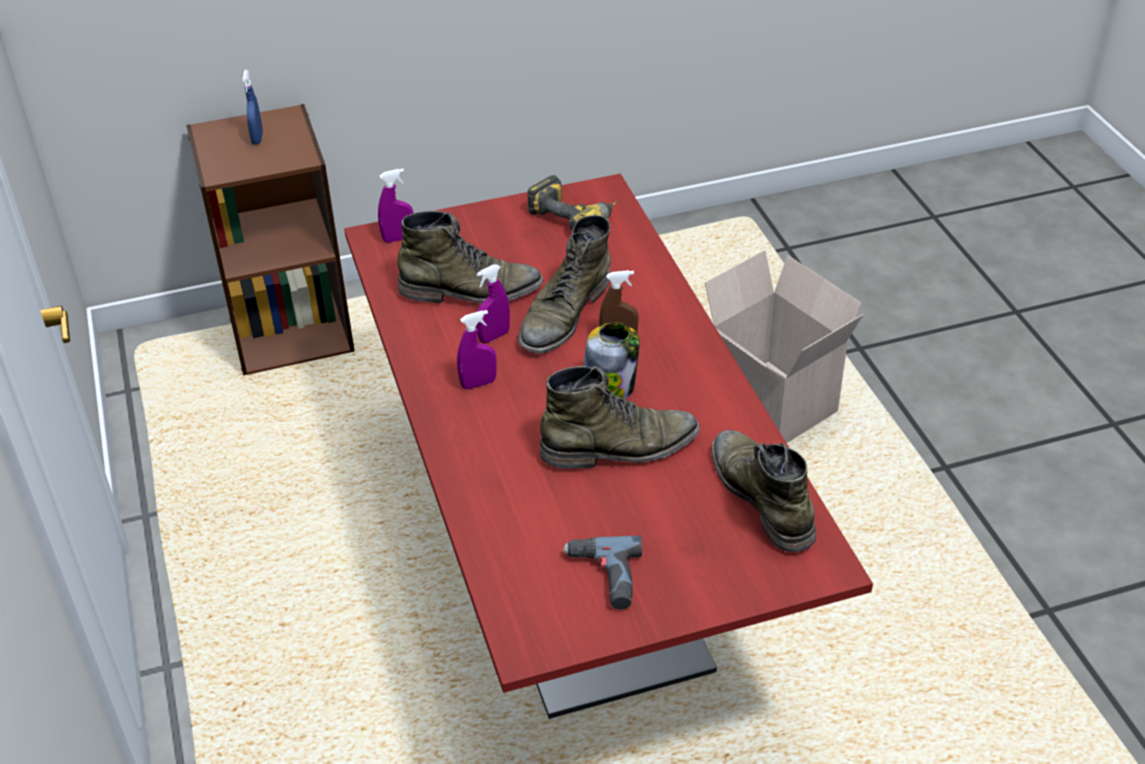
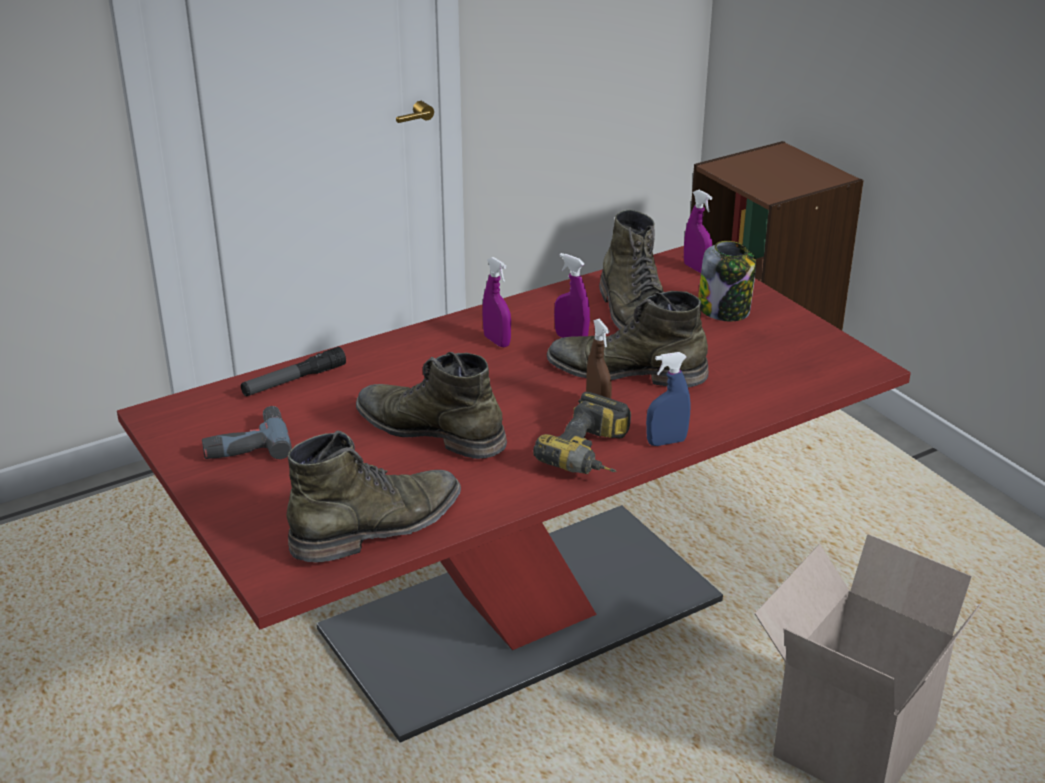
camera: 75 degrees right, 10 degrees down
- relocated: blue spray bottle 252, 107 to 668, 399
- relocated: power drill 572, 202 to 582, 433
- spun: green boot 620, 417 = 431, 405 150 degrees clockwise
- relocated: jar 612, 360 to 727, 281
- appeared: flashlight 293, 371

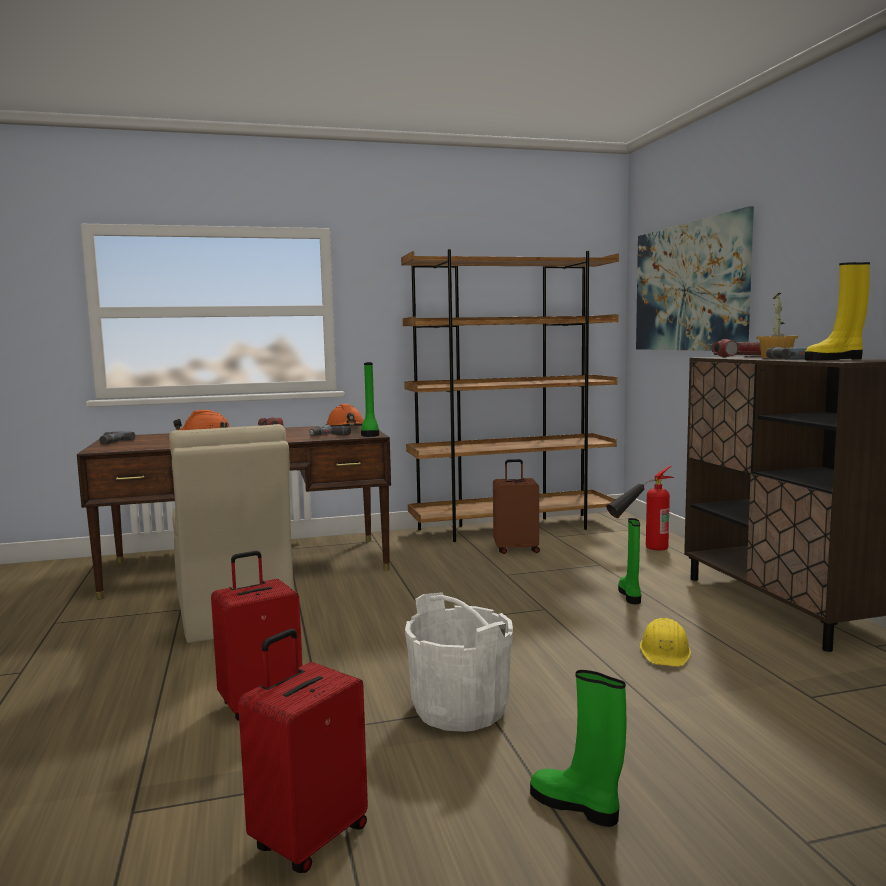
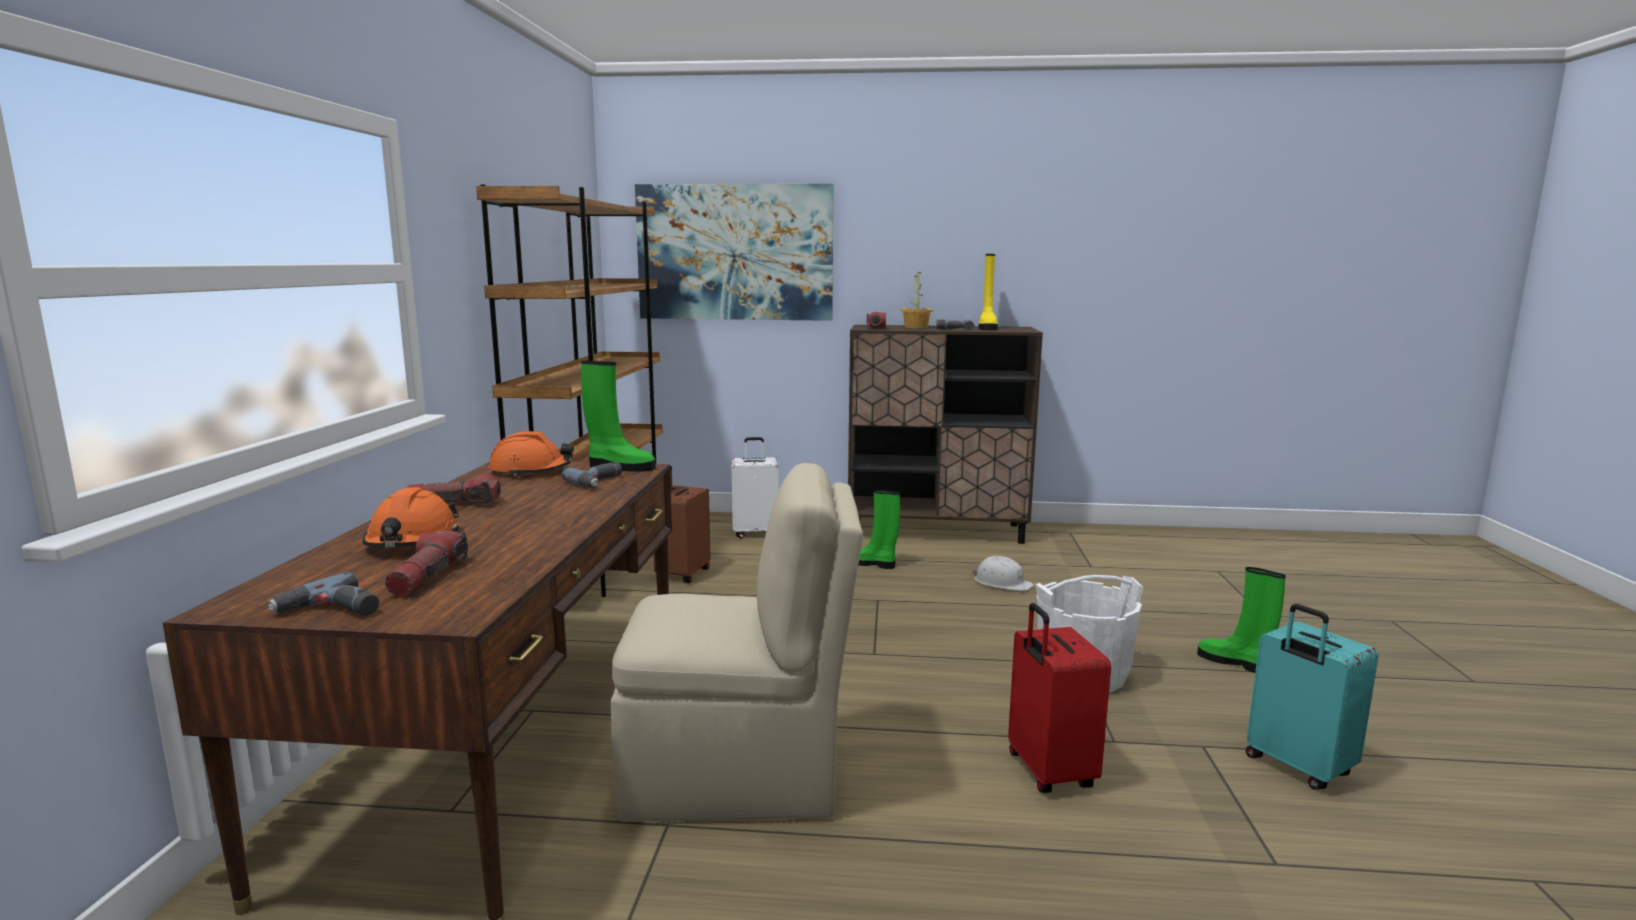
camera: 70 degrees left, 5 degrees up
- colour: red suitcase 303, 751 to turquoise suitcase 1312, 697
- spun: green boot 578, 748 = 1241, 620 75 degrees clockwise
- exchanged: fire extinguisher 640, 508 to white suitcase 755, 487
- colour: yellow hard hat 665, 642 to white hard hat 1003, 573
- appeared: flashlight 426, 563

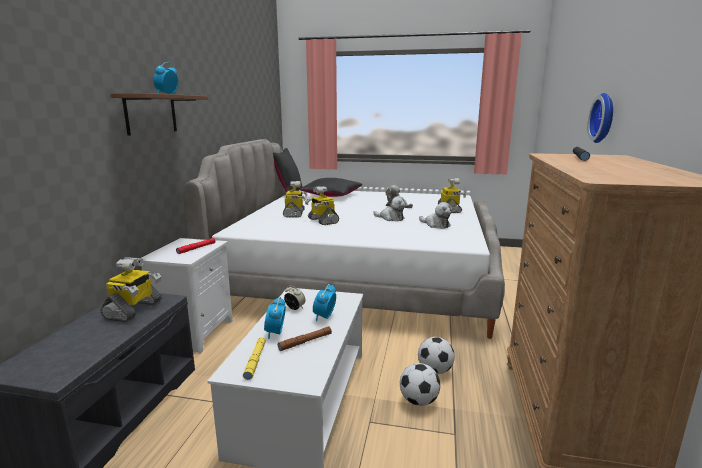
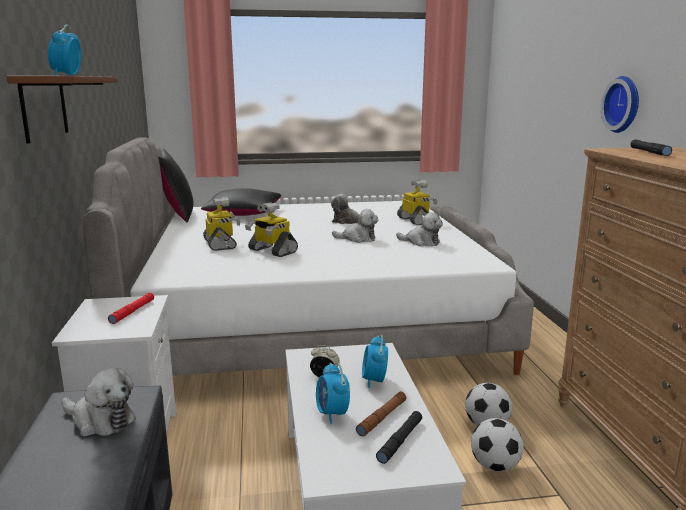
camera: 20 degrees left, 0 degrees up
- exchanged: toy robot 131, 289 to plush toy 99, 402
- missing: yellow flashlight 254, 358
- appeared: black flashlight 399, 437

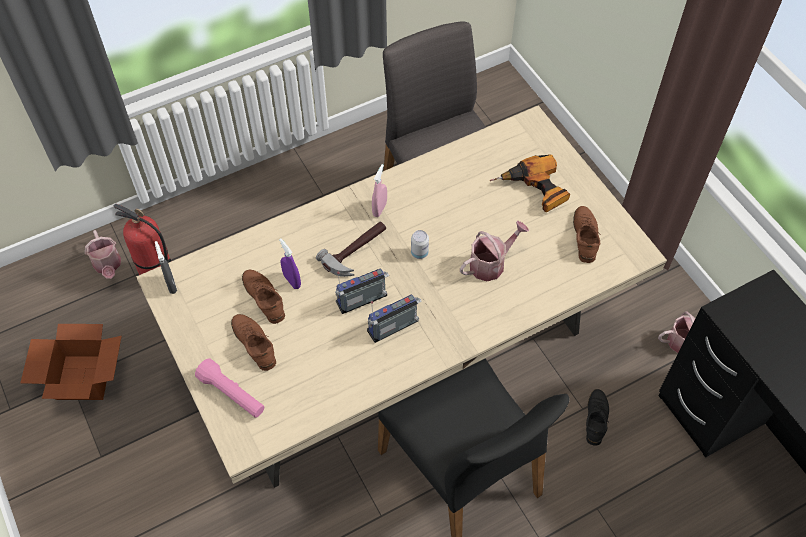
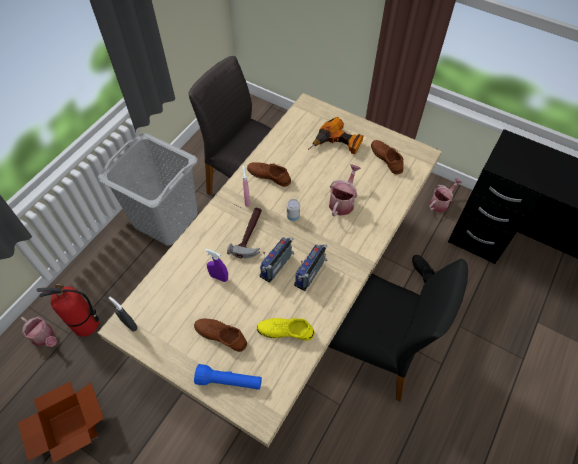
camera: 30 degrees left, 0 degrees up
- colour: pink flashlight 229, 388 to blue flashlight 228, 377
- relocated: brown shoe 263, 297 to 269, 174
- appeared: grey laundry basket 148, 189
- appeared: yellow shoe 285, 329

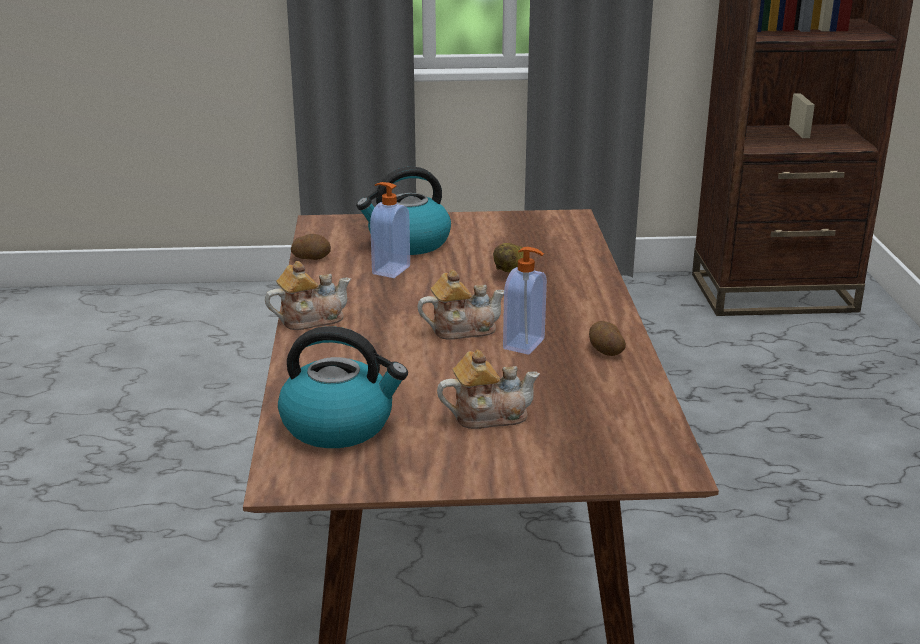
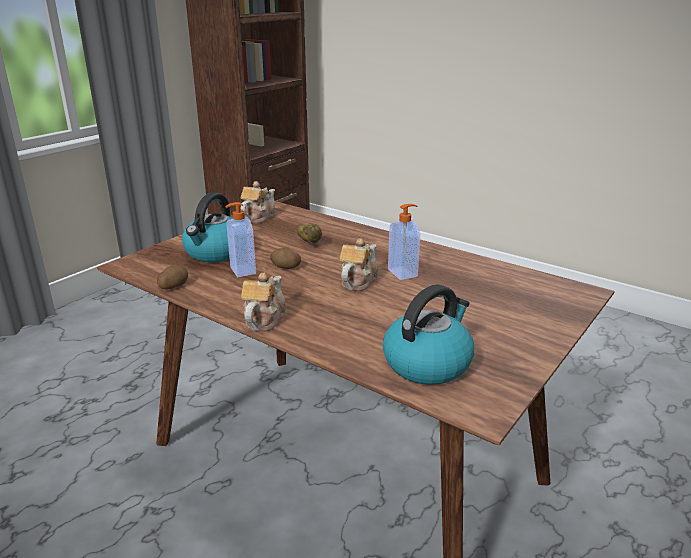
camera: 50 degrees left, 0 degrees up
- relocated: teapot 488, 389 to 258, 202
- relocated: potato 607, 338 to 285, 258

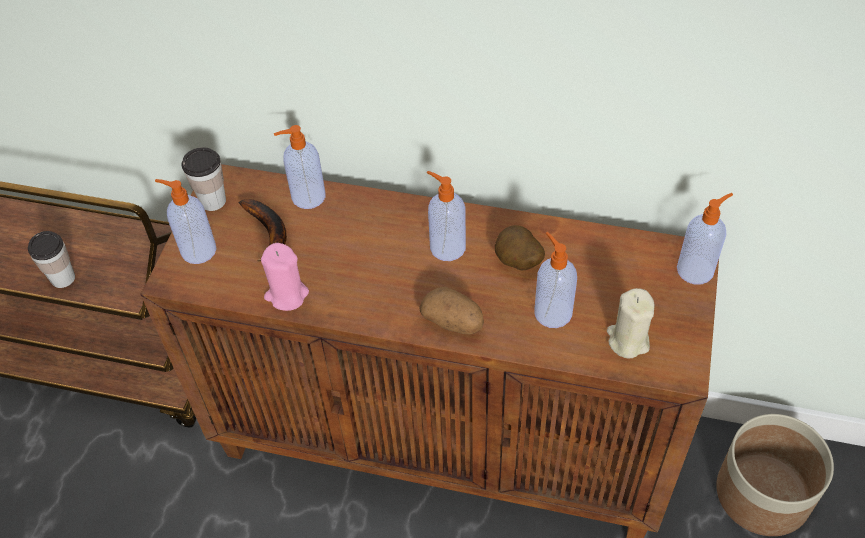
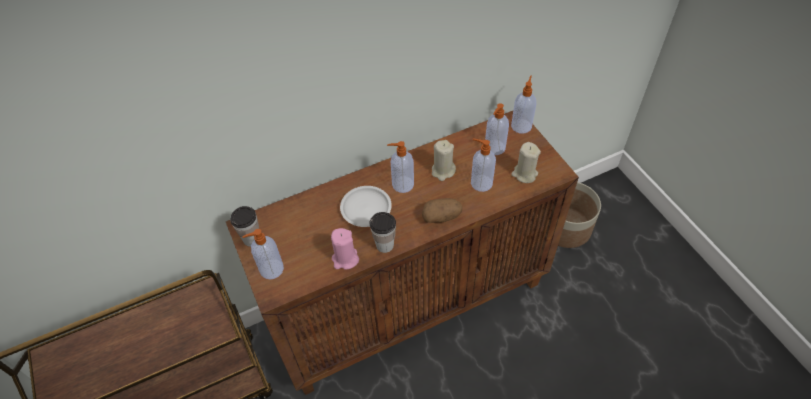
camera: 40 degrees left, 0 degrees up
- relocated: cup 51, 259 to 383, 232
- missing: banana 263, 230
- relocated: soap dispenser 300, 167 to 497, 129
- exchanged: potato 520, 247 to beige candle 444, 160
- appeared: white plate 366, 206

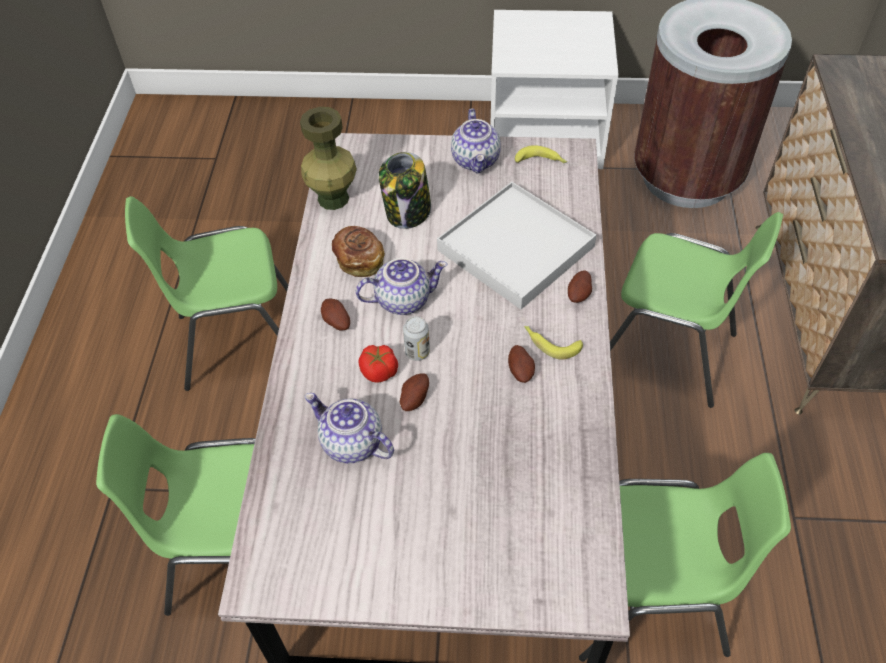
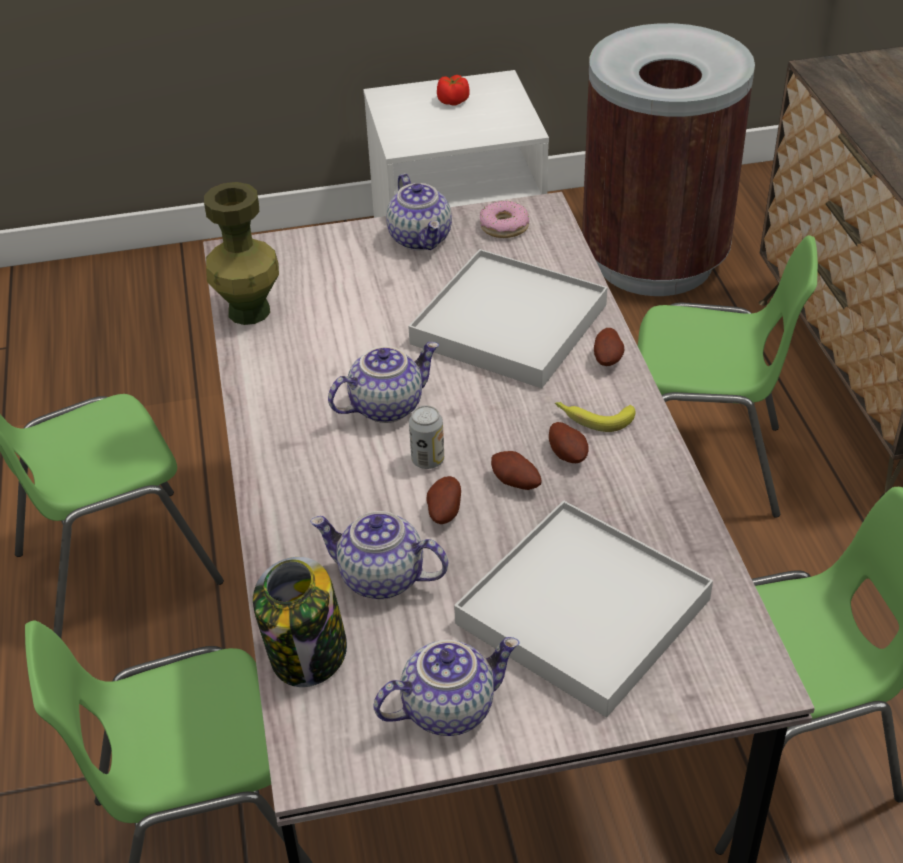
camera: 15 degrees left, 10 degrees down
- relocated: potato 335, 315 to 516, 470
- missing: bread 358, 251
- relocated: tomato 378, 364 to 453, 90
- relocated: jar 405, 190 to 300, 622
- exchanged: banana 541, 154 to donut 504, 219
- appeared: teapot 446, 686
- appeared: white tray 583, 609

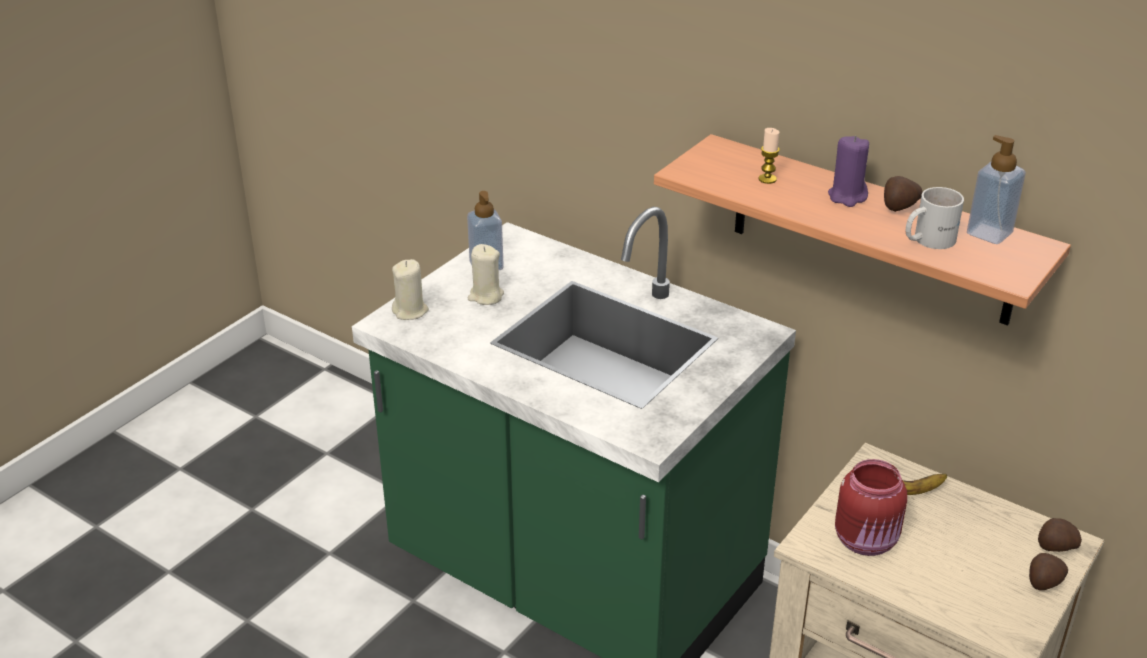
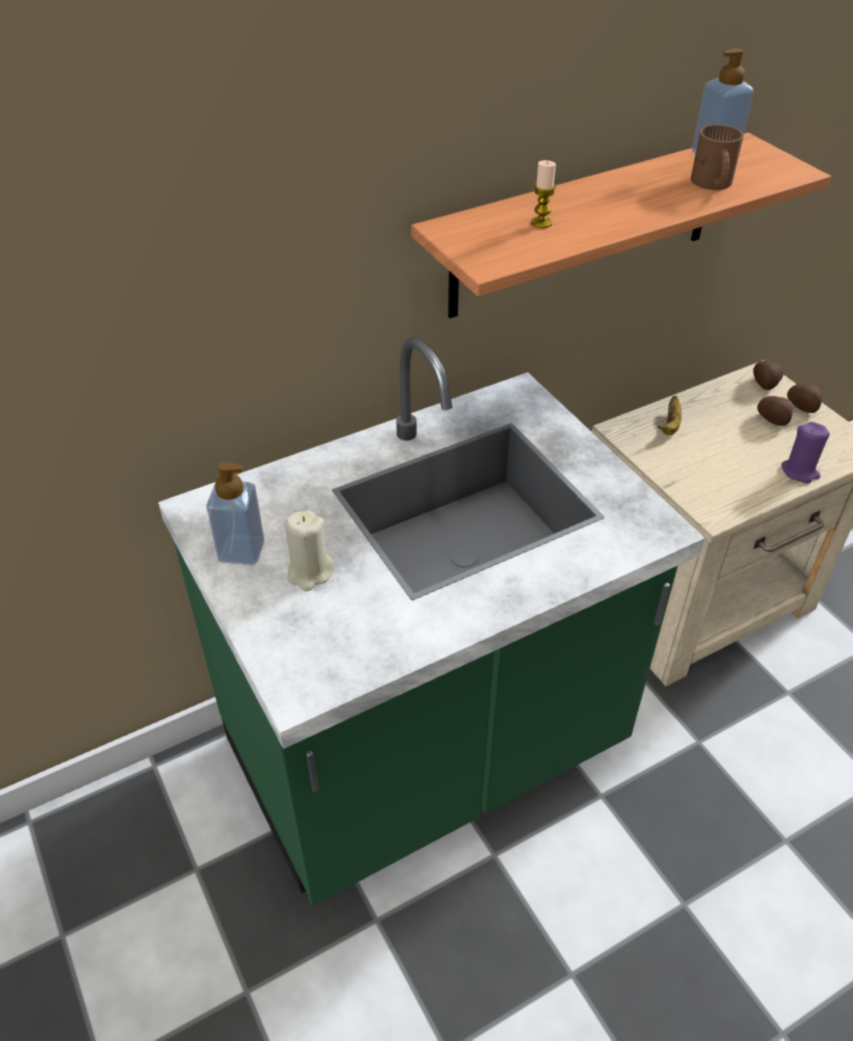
camera: 65 degrees left, 10 degrees up
- missing: beige candle 410, 289
- relocated: purple candle 848, 171 to 805, 453
- missing: red jar 871, 507
- relocated: potato 903, 194 to 775, 411
- colour: white mug 934, 218 to brown mug 717, 157

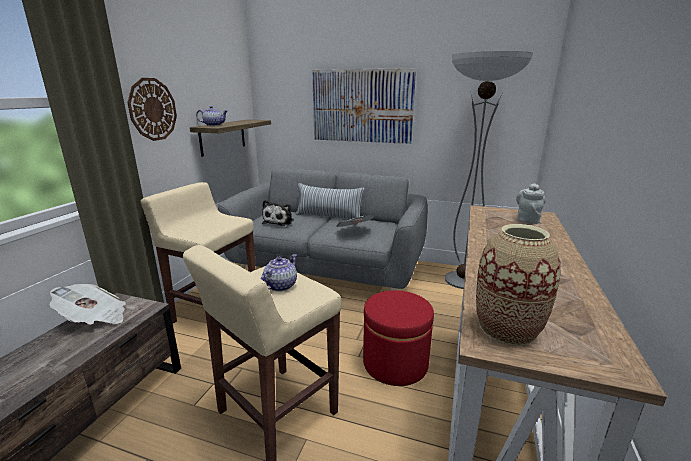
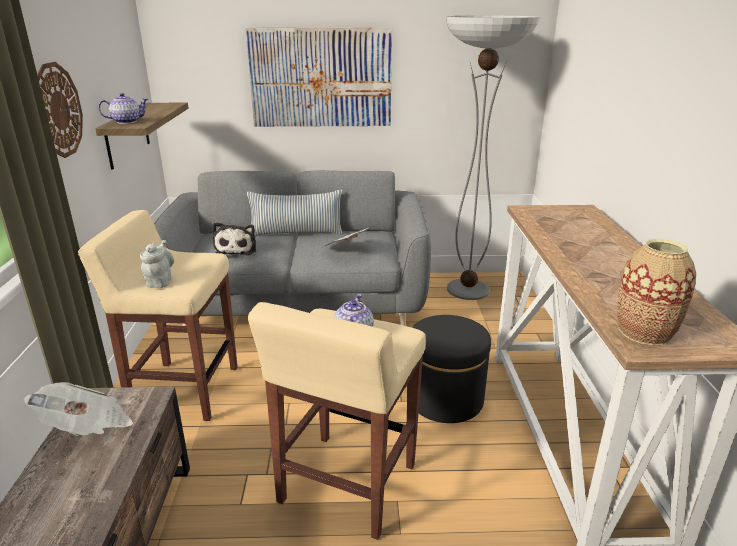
camera: 20 degrees left, 5 degrees up
- colour: red ottoman 398, 338 to black ottoman 451, 369
- relocated: grey teapot 531, 203 to 157, 264

